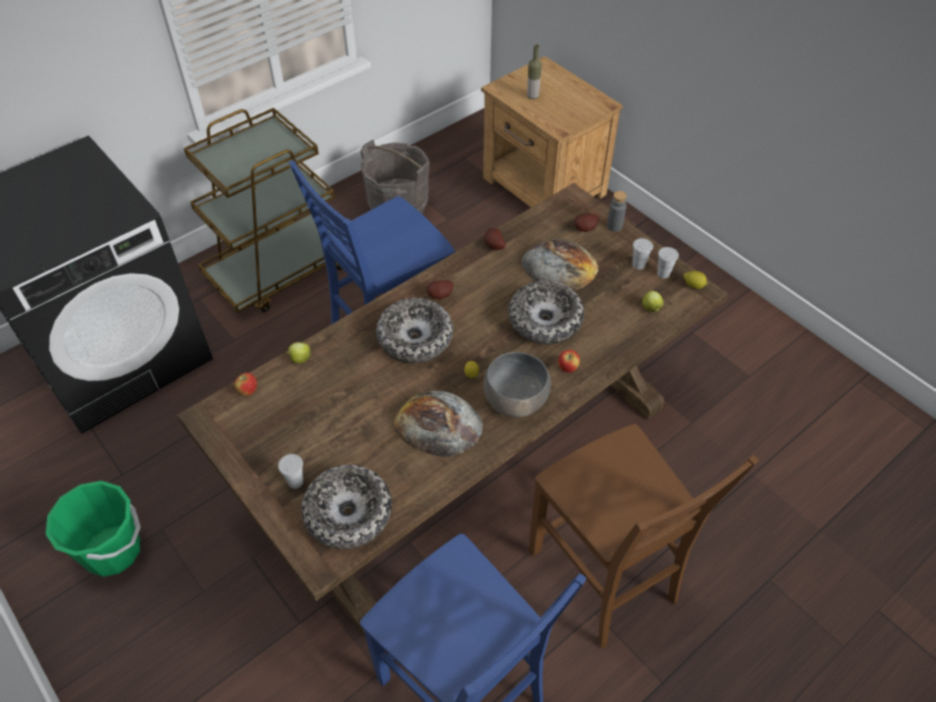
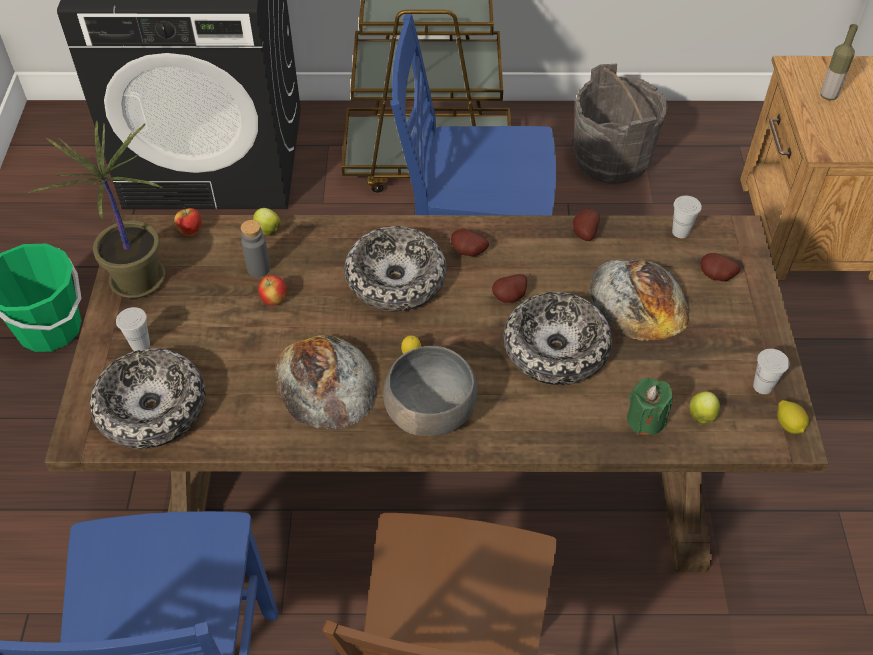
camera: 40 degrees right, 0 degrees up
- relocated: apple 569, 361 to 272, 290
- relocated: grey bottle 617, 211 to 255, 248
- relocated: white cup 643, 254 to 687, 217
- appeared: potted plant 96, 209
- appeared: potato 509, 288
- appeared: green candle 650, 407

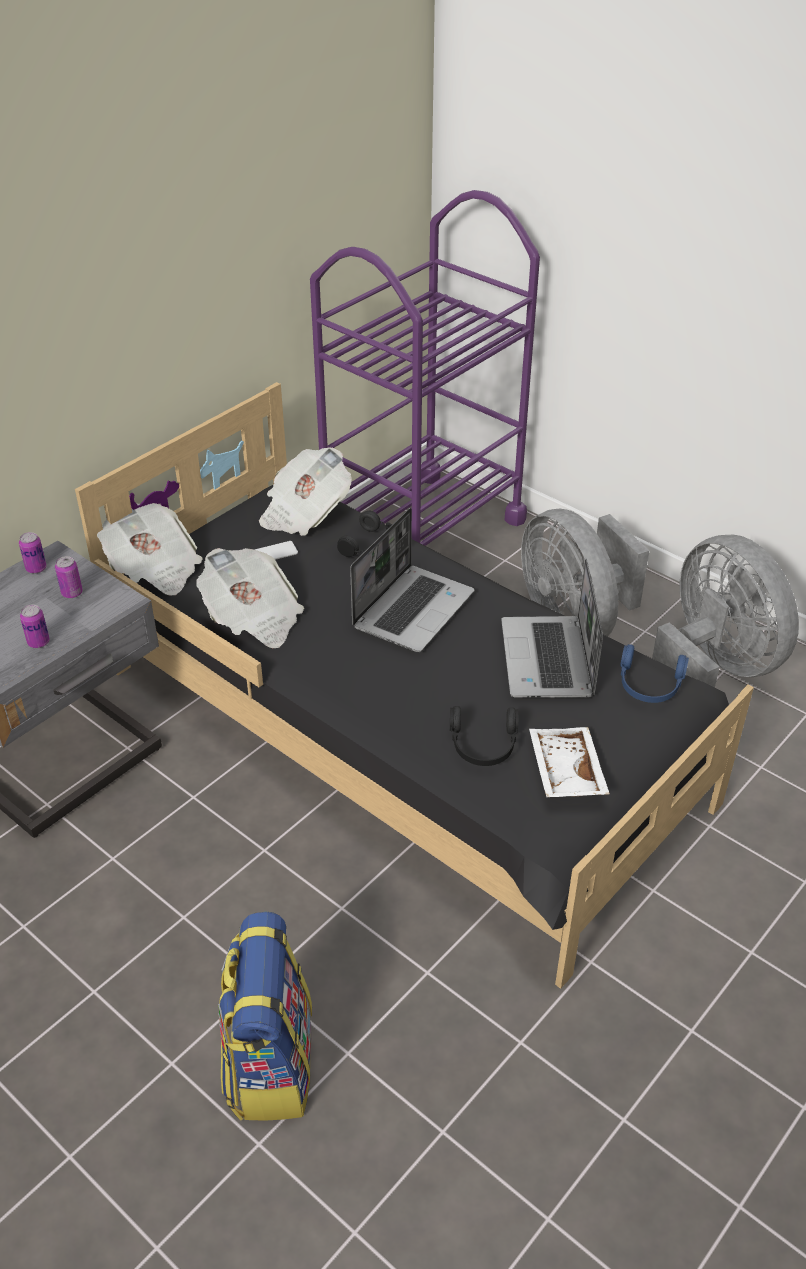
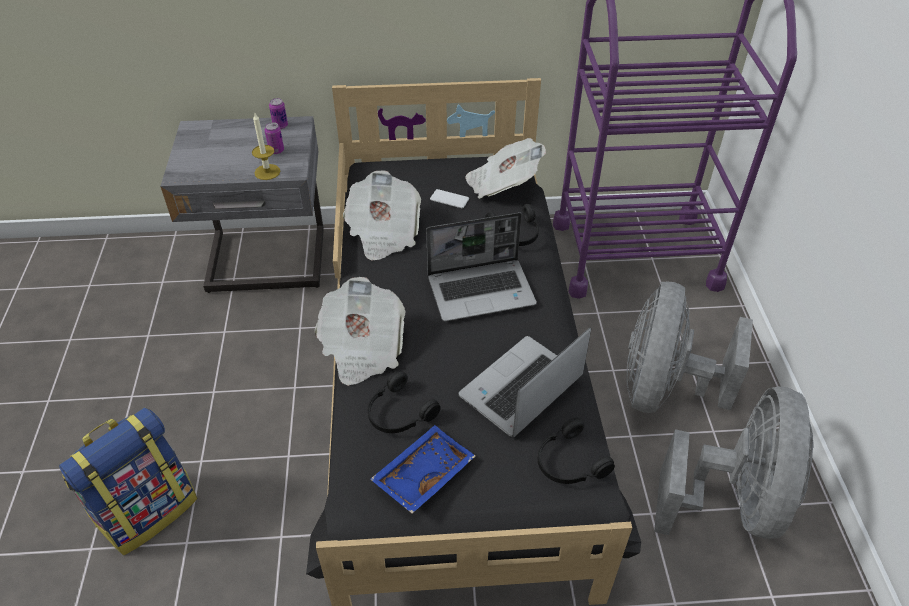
camera: 45 degrees right, 5 degrees up
- missing: can 35, 626
- relocated: newspaper 150, 549 to 360, 331
- colour: white tray 569, 762 to blue tray 422, 469
- colour: blue headphones 654, 673 to black headphones 576, 450
- appeared: candle 266, 146

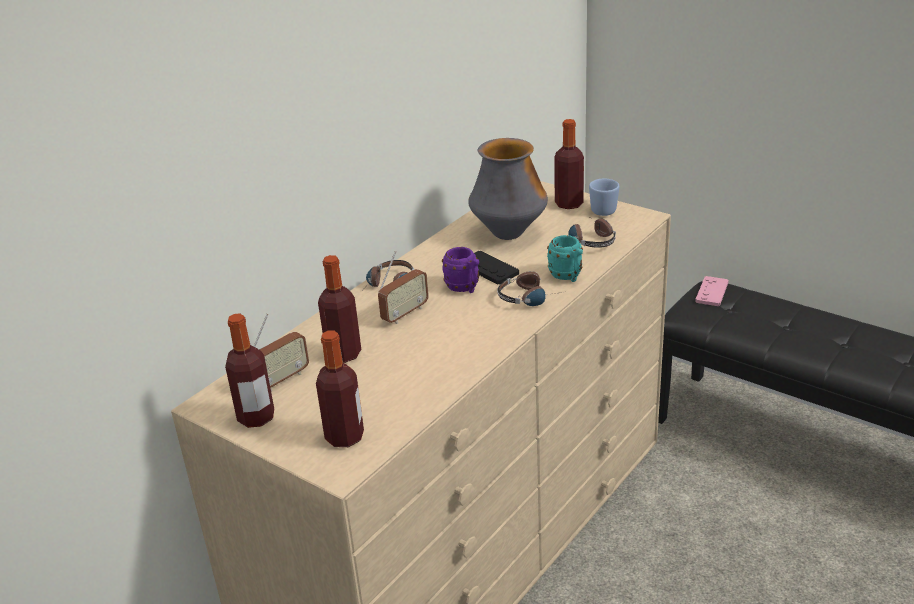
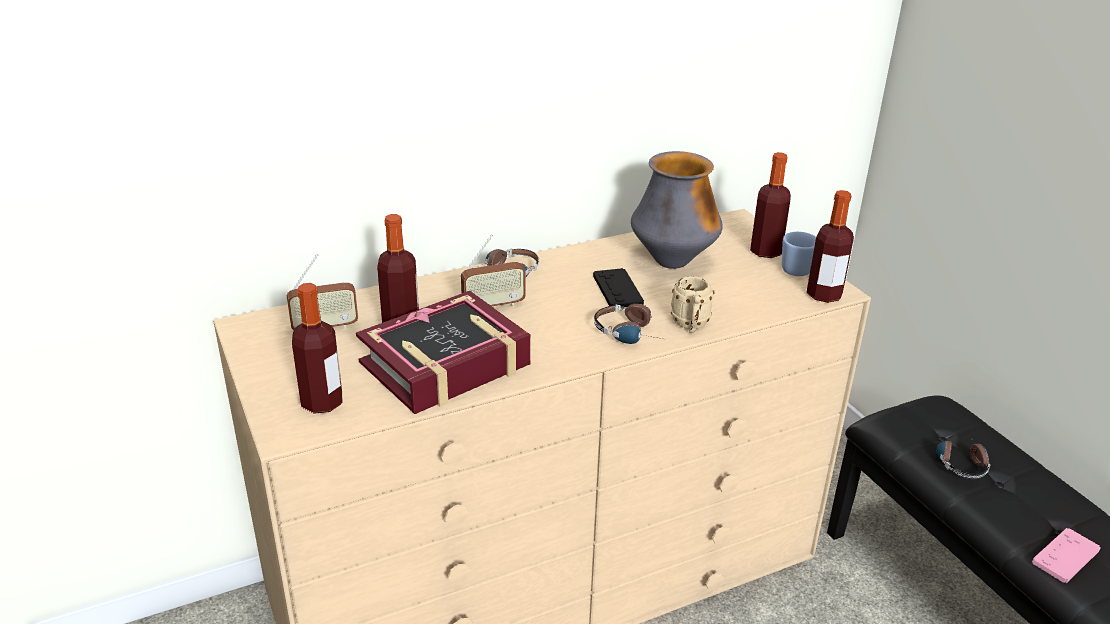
camera: 25 degrees right, 0 degrees up
- relocated: bottle 249, 370 to 830, 246
- missing: purple mug 460, 270
- colour: turquoise mug 565, 258 to beige mug 692, 304
- relocated: headphones 592, 232 to 963, 460
- relocated: pink game controller 712, 291 to 1066, 555
- appeared: book 443, 352

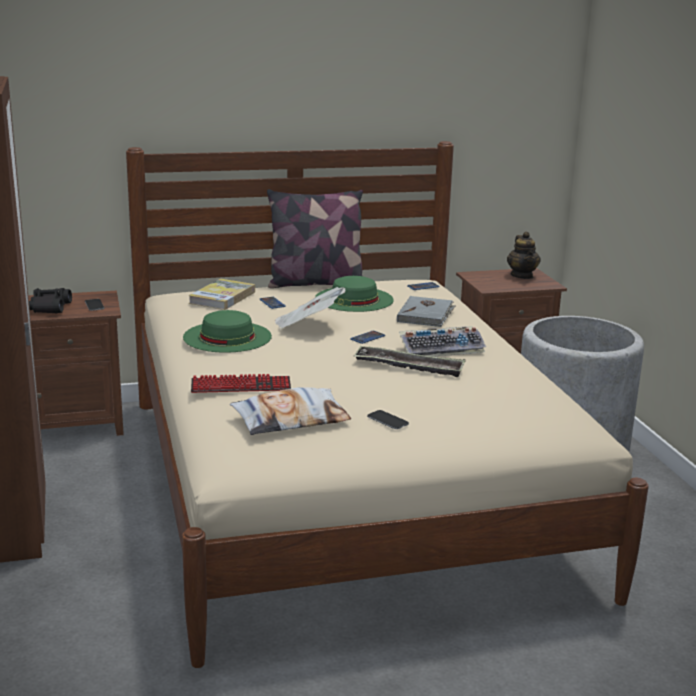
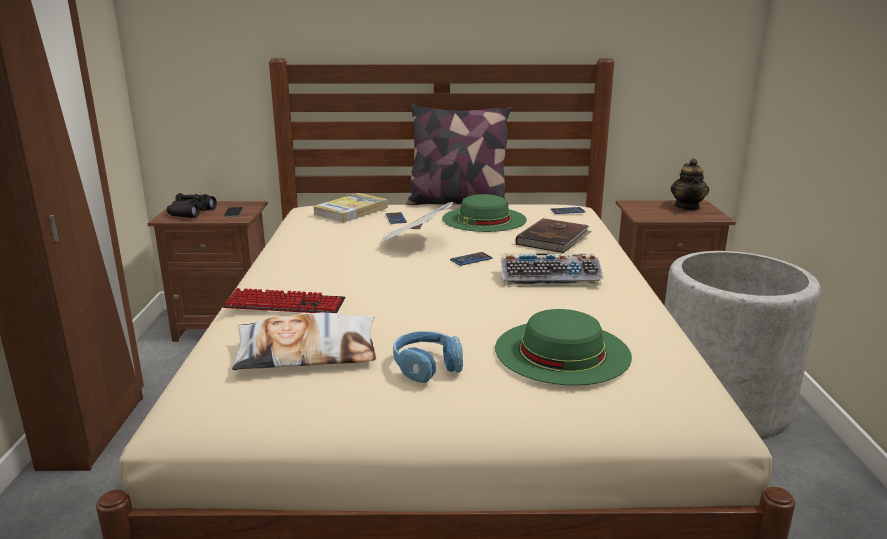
camera: 15 degrees right, 0 degrees up
- relocated: green hat 227, 331 to 563, 347
- missing: tray 410, 361
- exchanged: phone 388, 419 to blue headphones 428, 357
- colour: grey book 426, 311 to brown book 554, 235

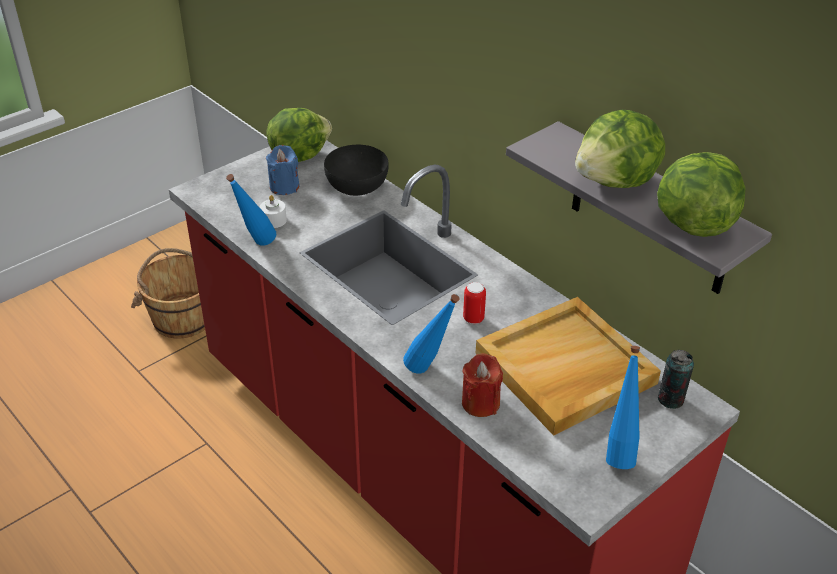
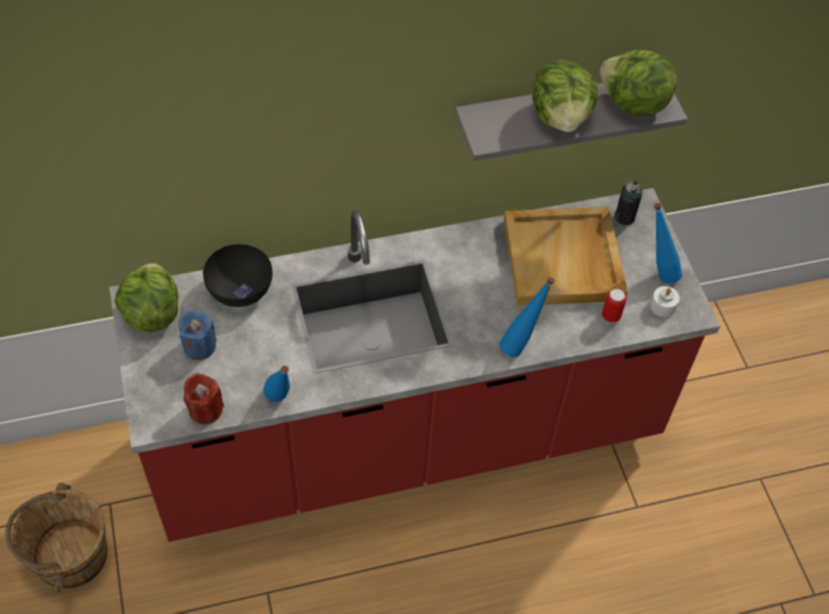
camera: 65 degrees left, 15 degrees up
- relocated: white candle 273, 211 to 665, 301
- relocated: red candle 482, 385 to 203, 398
- relocated: can 474, 303 to 614, 306

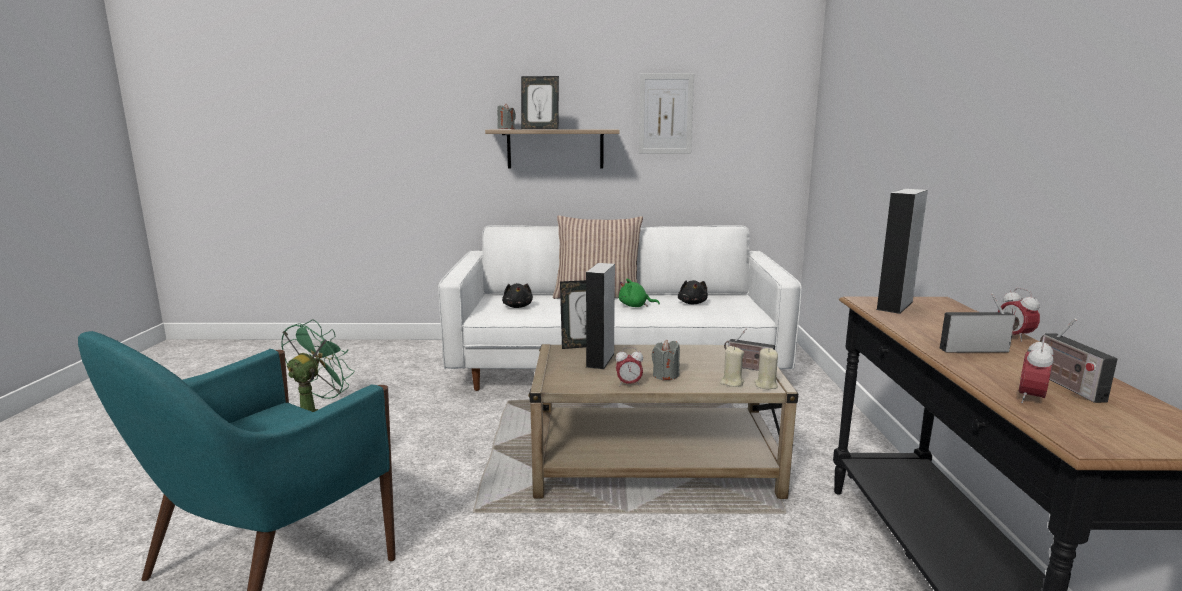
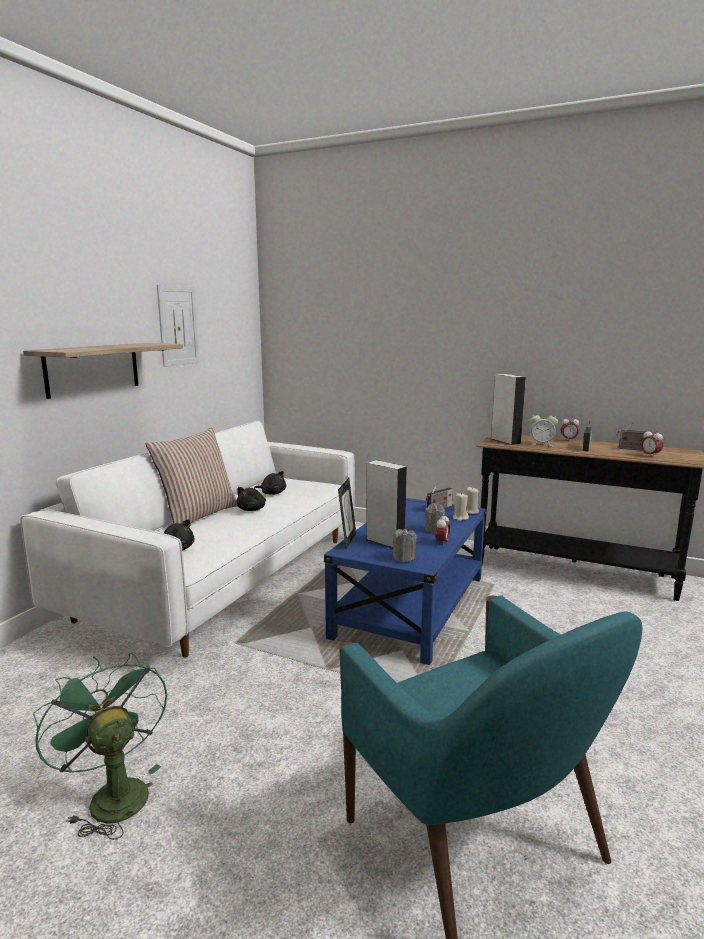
camera: 65 degrees left, 0 degrees up
- relocated: grey candle 506, 116 to 405, 545
- missing: picture frame 540, 102
- colour: beige coffee table 663, 421 to blue coffee table 405, 581
- colour: green plush toy 639, 292 to black plush toy 251, 499
- appeared: alarm clock 543, 429

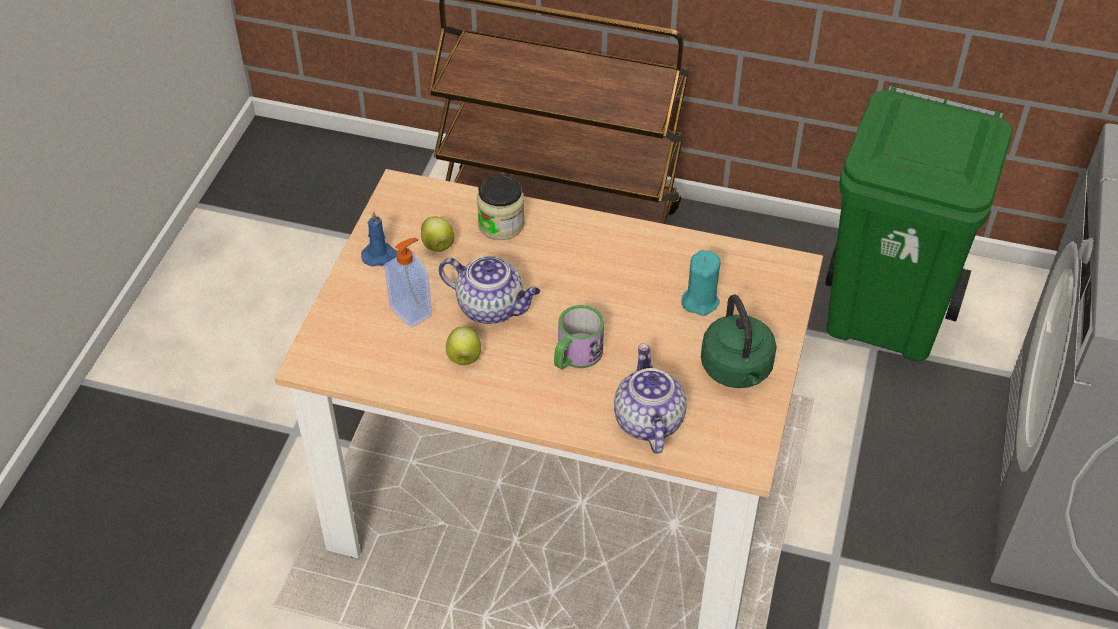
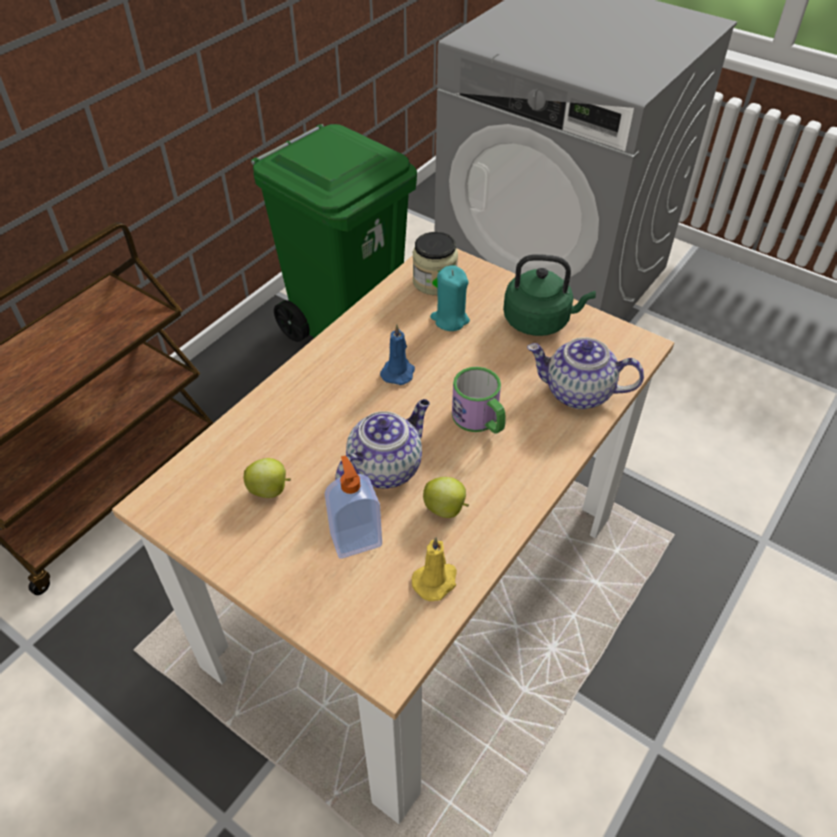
camera: 70 degrees left, 0 degrees up
- relocated: blue candle 379, 239 to 397, 354
- relocated: jar 501, 207 to 435, 263
- appeared: yellow candle 434, 569

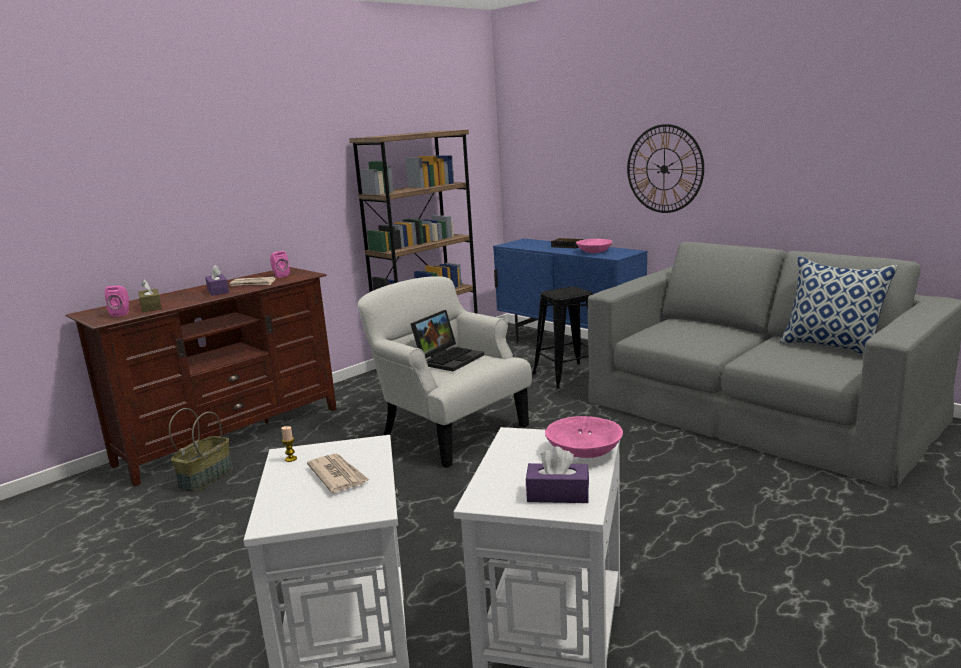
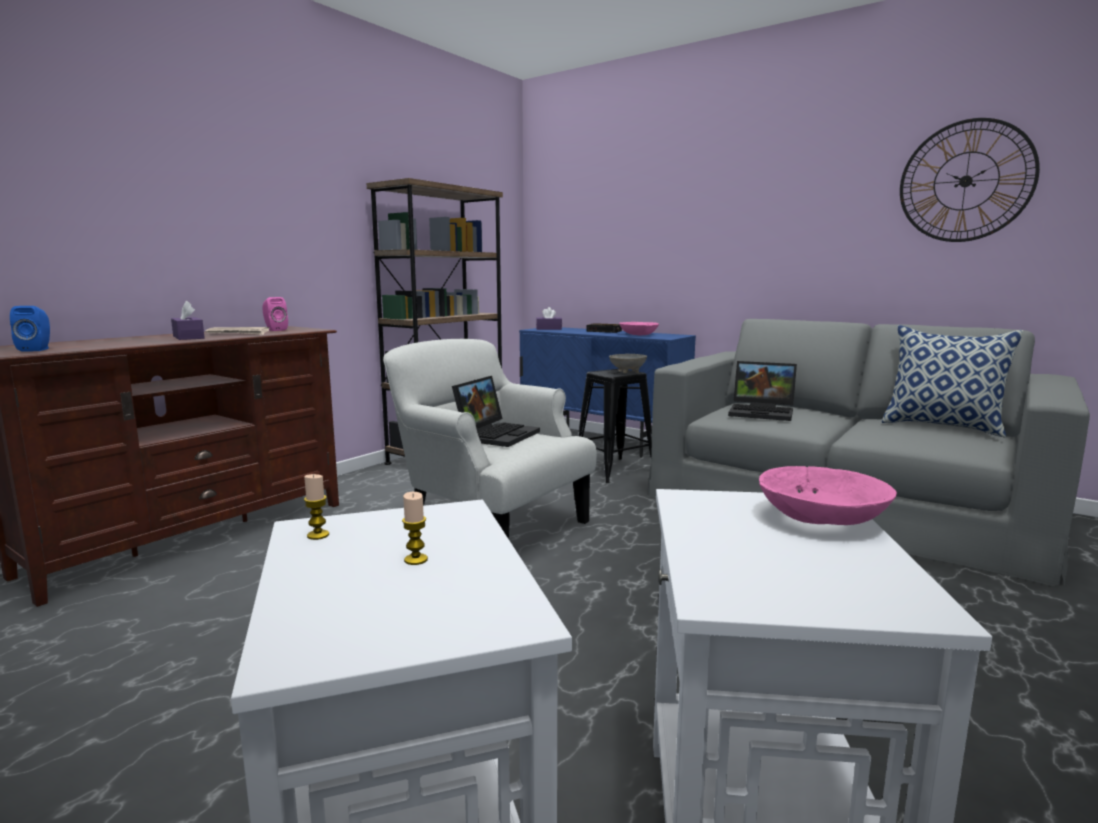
camera: 10 degrees left, 5 degrees down
- colour: pink speaker 117, 301 to blue speaker 30, 329
- missing: brown tissue box 150, 295
- missing: basket 201, 450
- exchanged: newspaper 338, 473 to candle 415, 528
- relocated: purple tissue box 557, 475 to 549, 318
- relocated: wall clock 665, 168 to 970, 180
- appeared: grey bowl 628, 364
- appeared: laptop 762, 391

